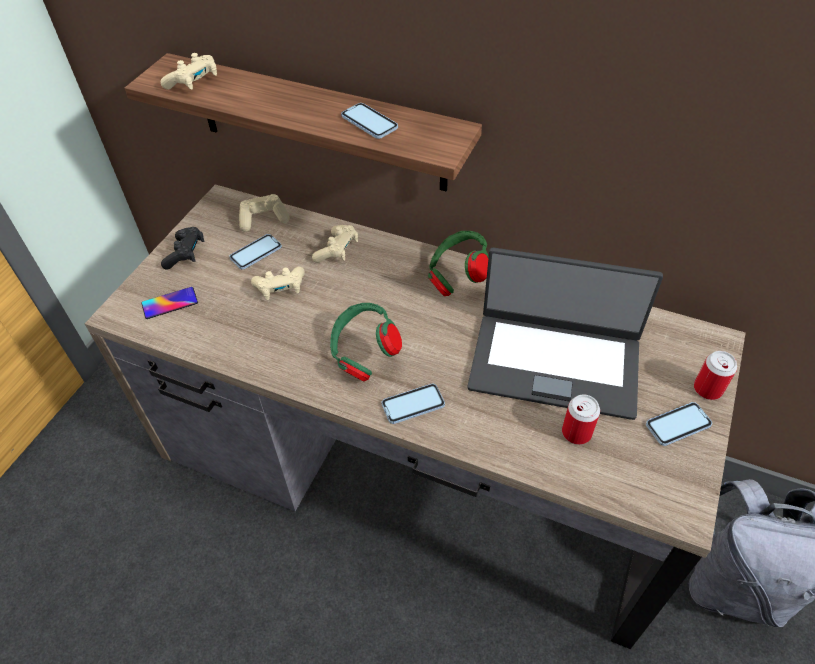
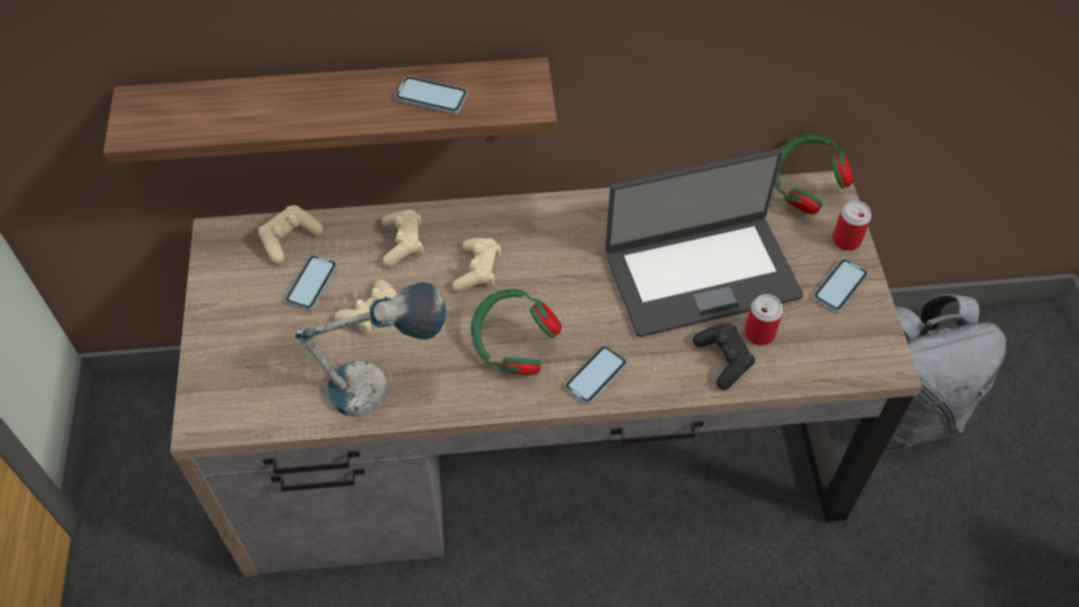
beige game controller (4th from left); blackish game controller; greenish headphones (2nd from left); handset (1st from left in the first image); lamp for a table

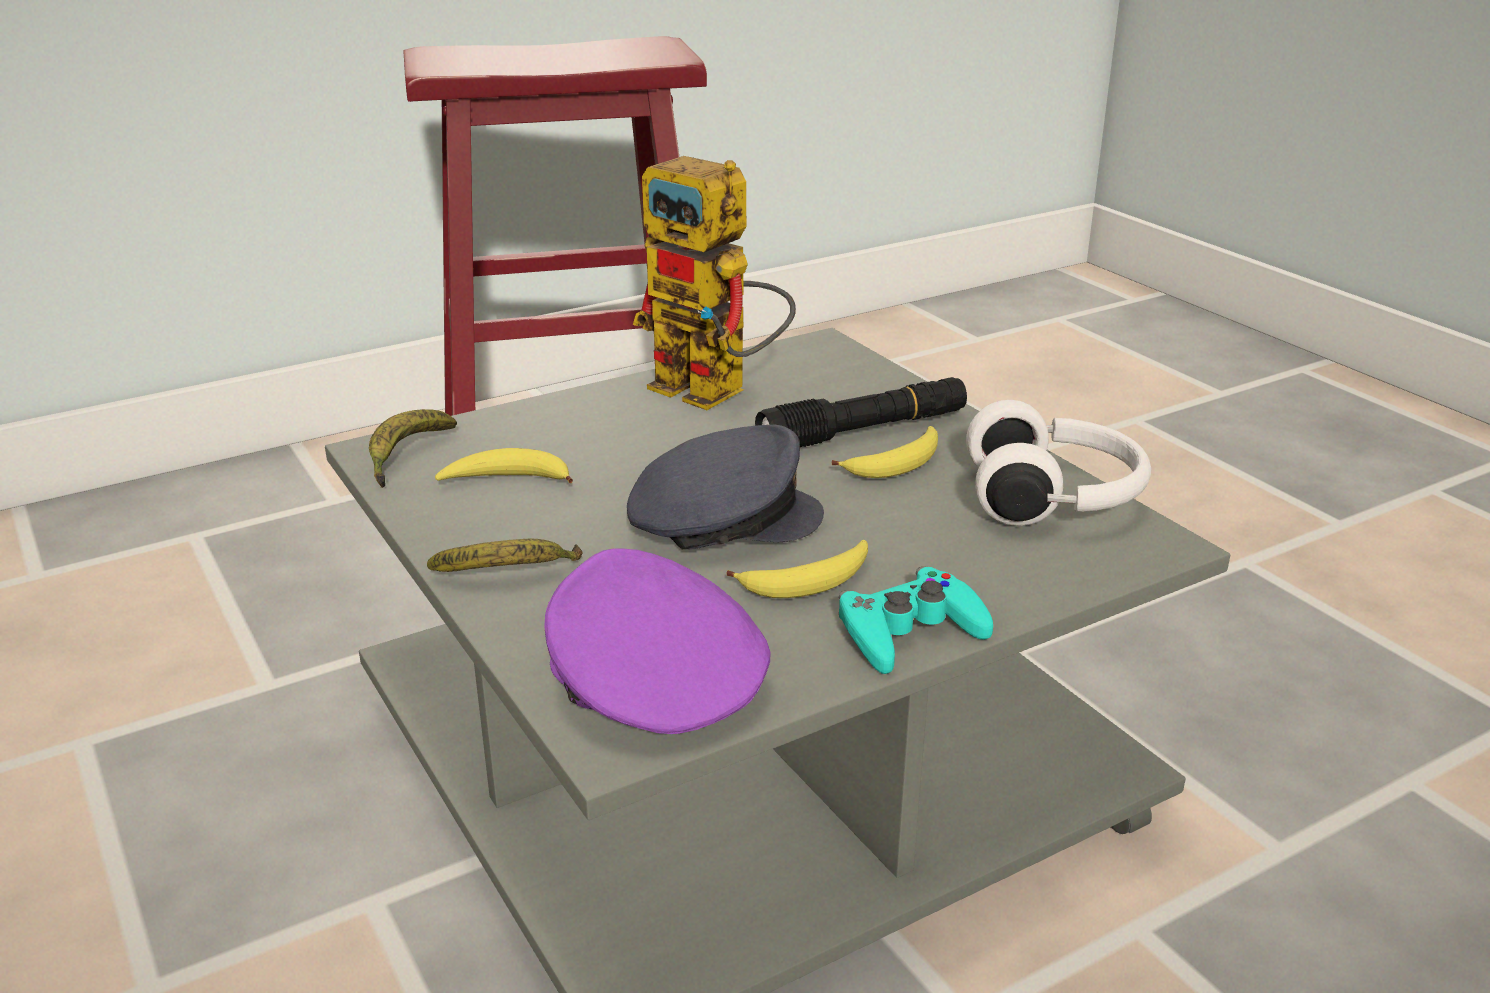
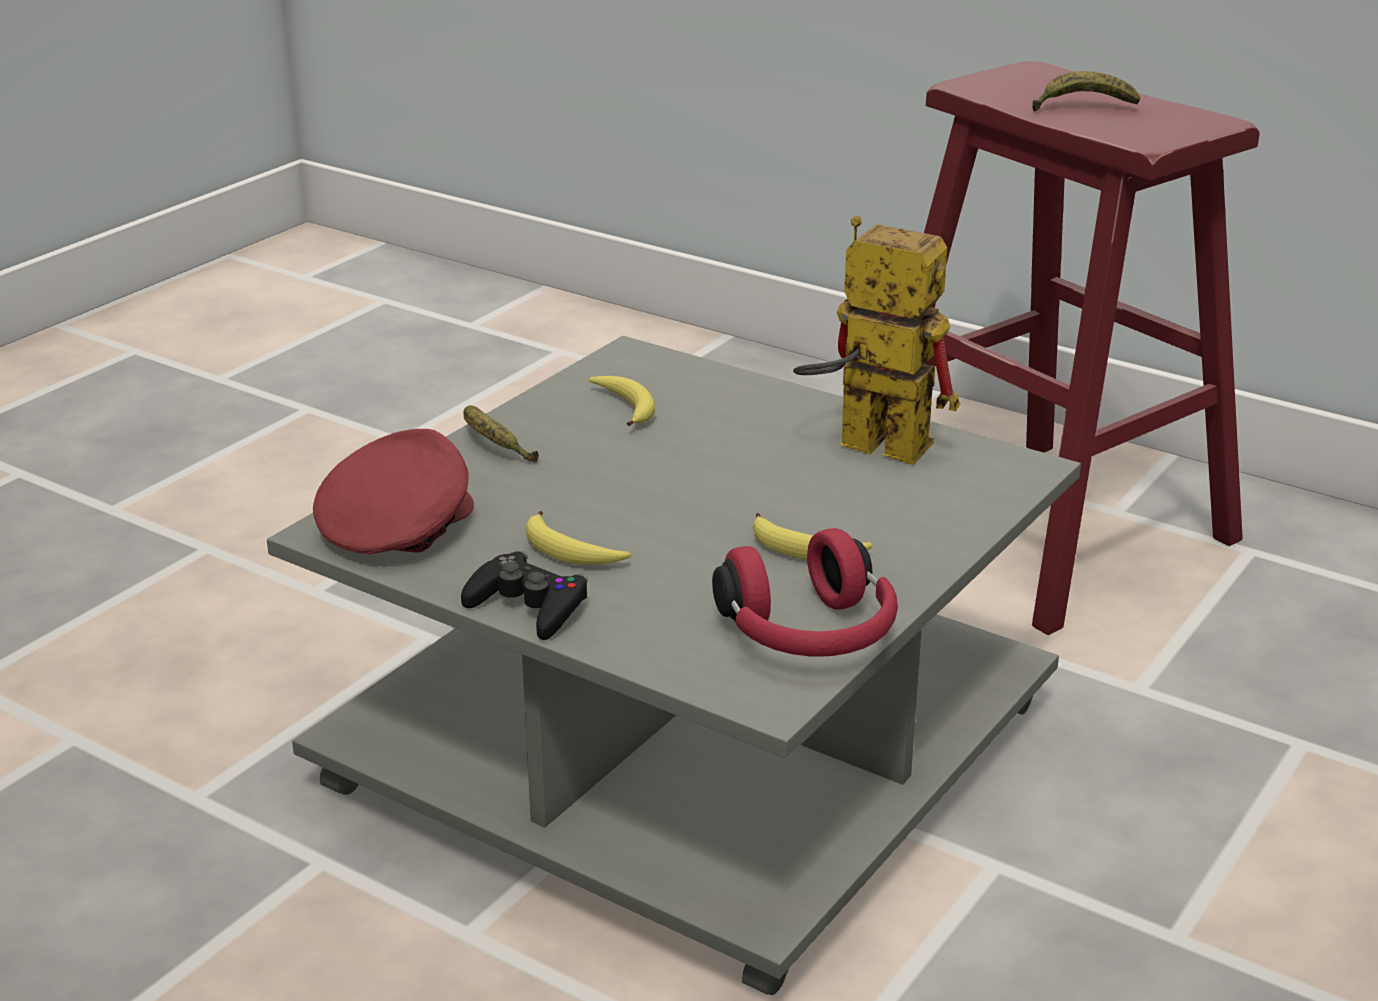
robot figure; blackish torch; reddish headphones; banana (5th from left); gray peaked cap; reddish peaked cap; blackish game controller

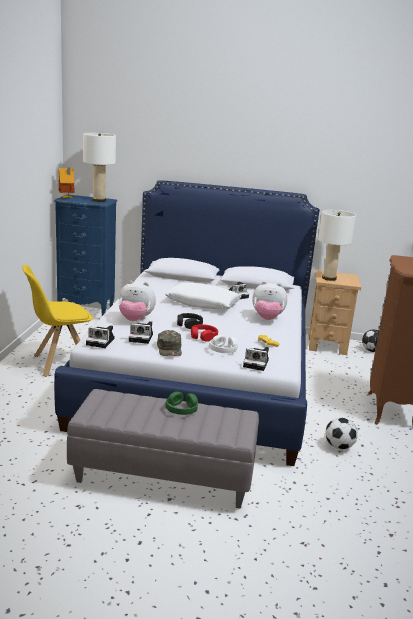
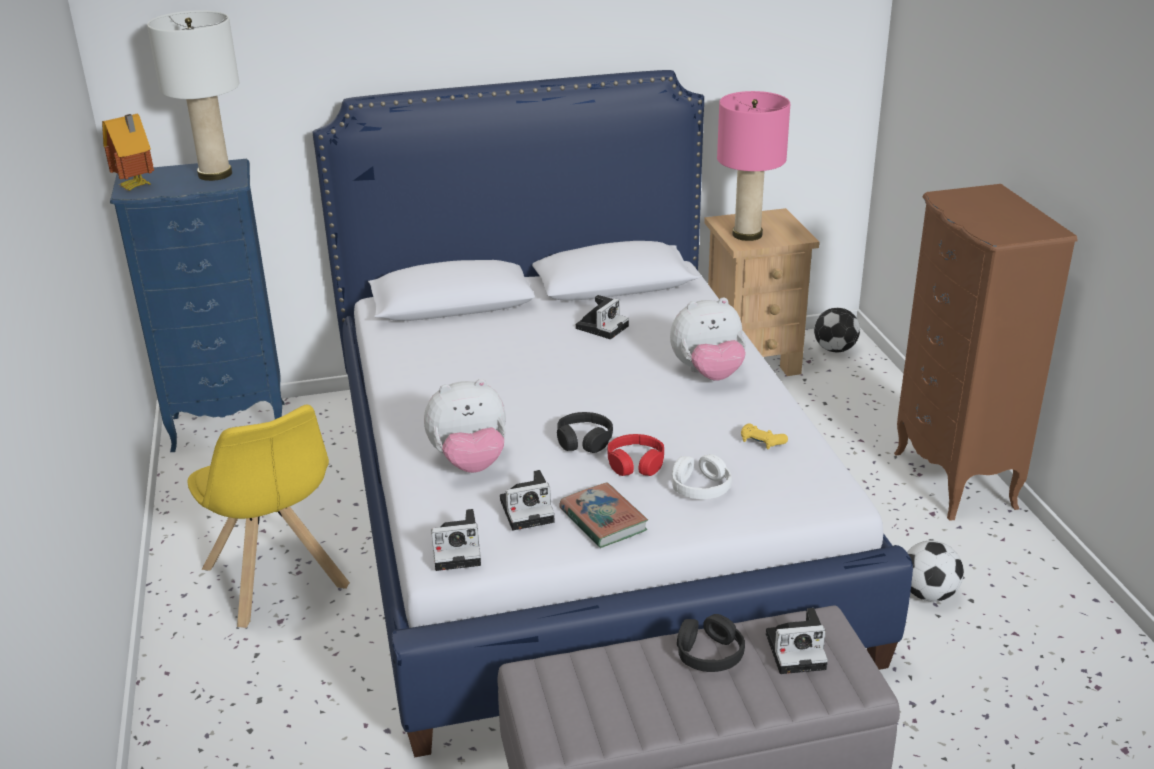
pinkish lamp for a table; yellow plain chair; whitish cushion; book; photo camera (4th from left); blackish headphones (2nd from left)

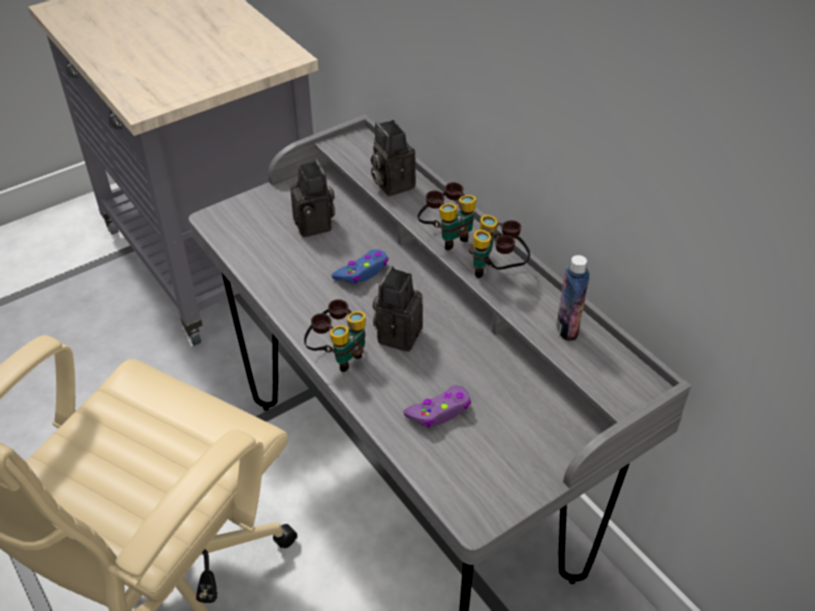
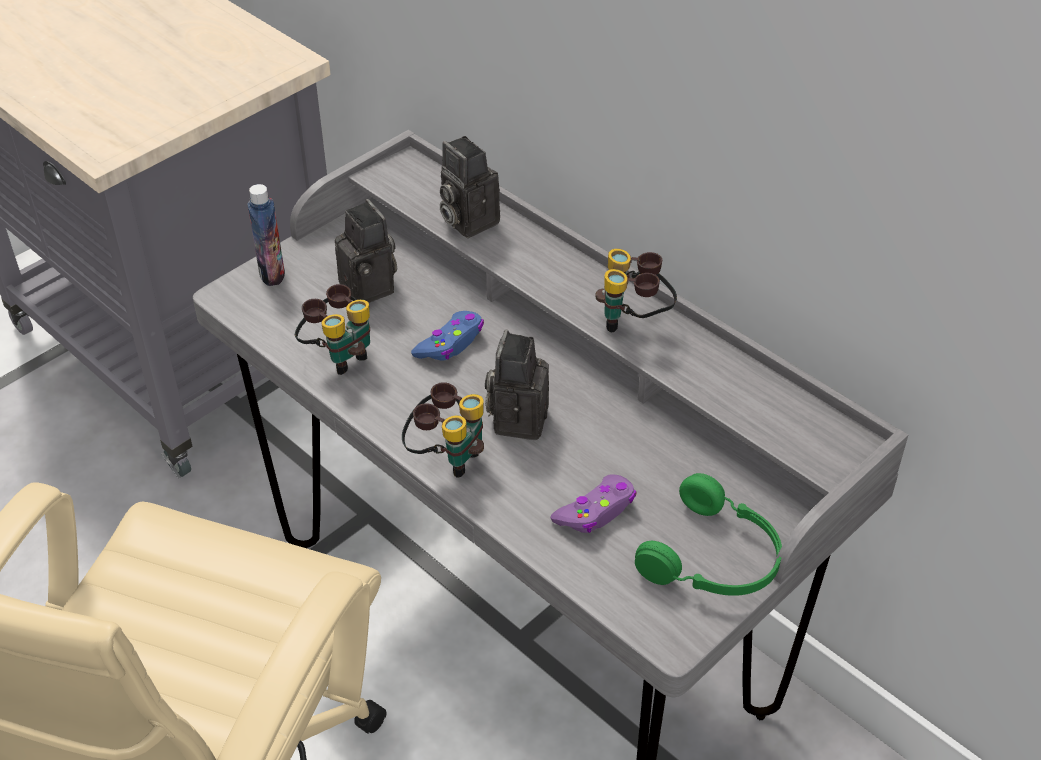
binoculars (1st from left); bottle; greenish headphones

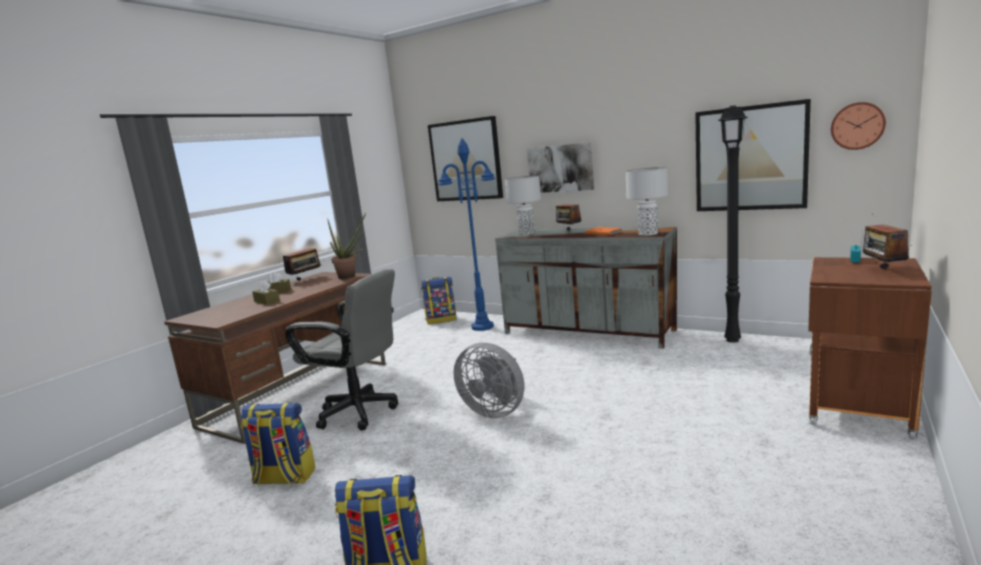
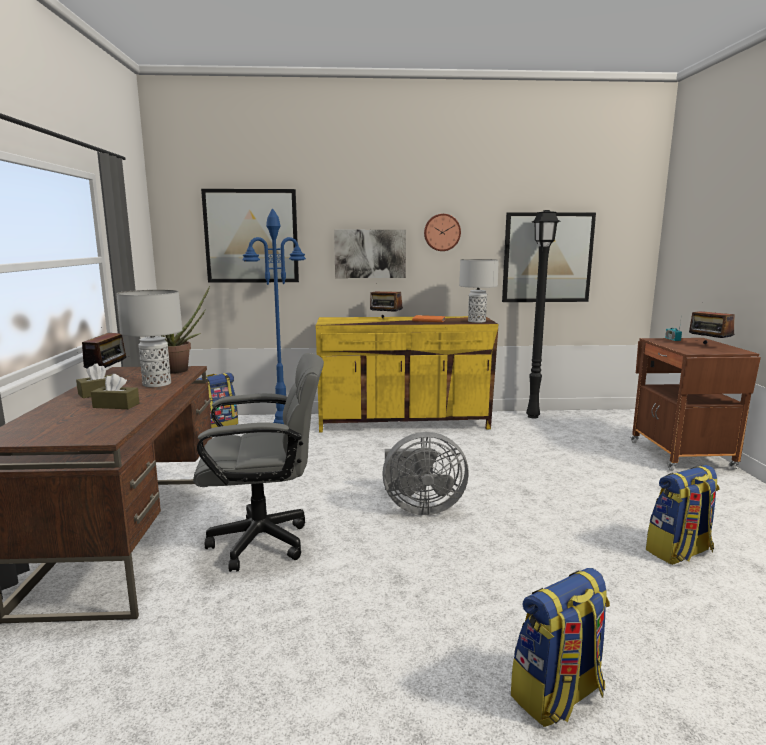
hanging clock; whitish lamp for a table (1st from left); yellow storage cabinet; backpack (3rd from left)

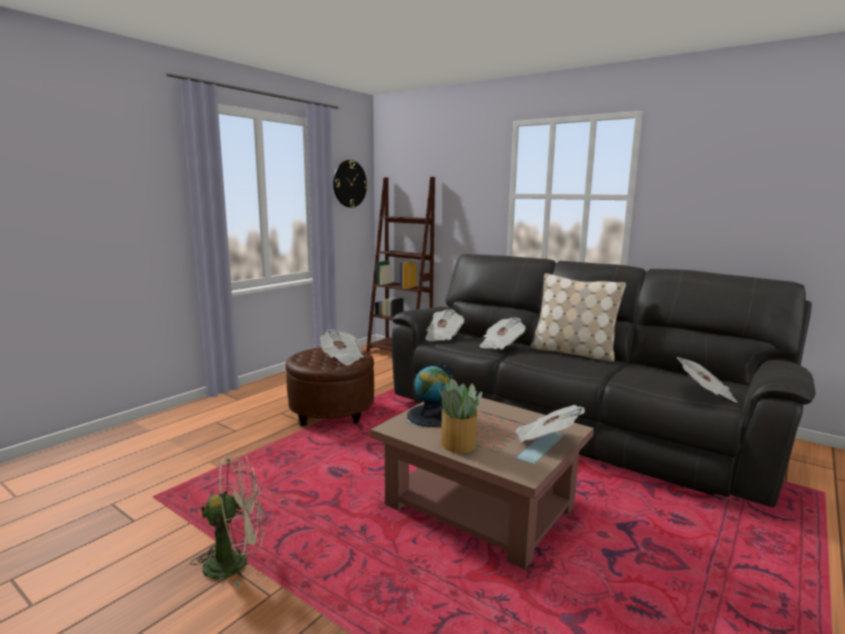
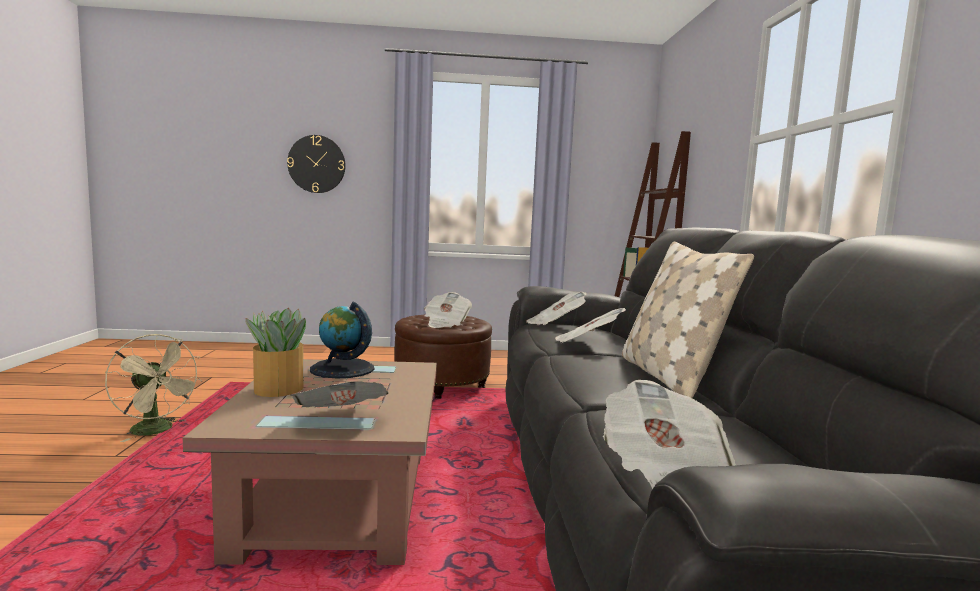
hanging clock

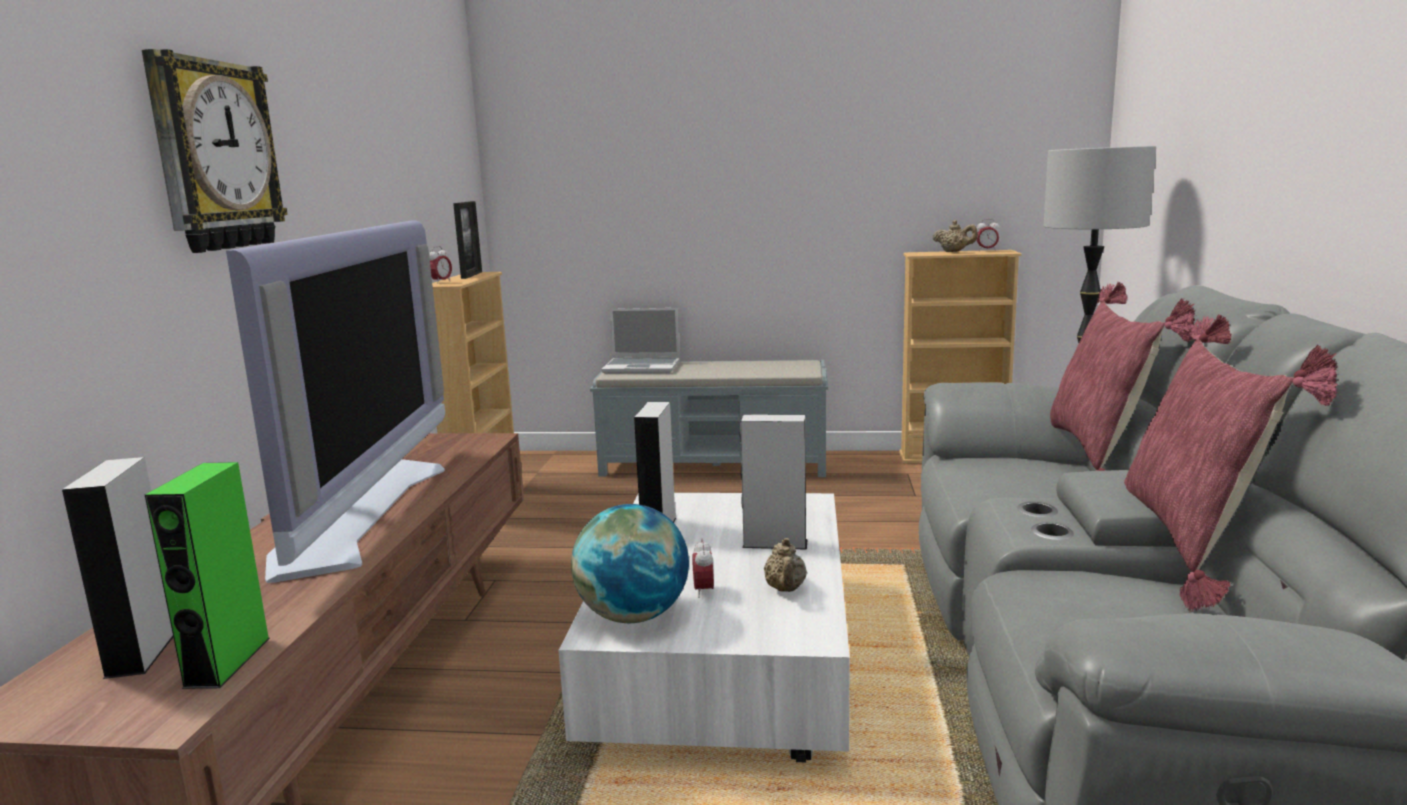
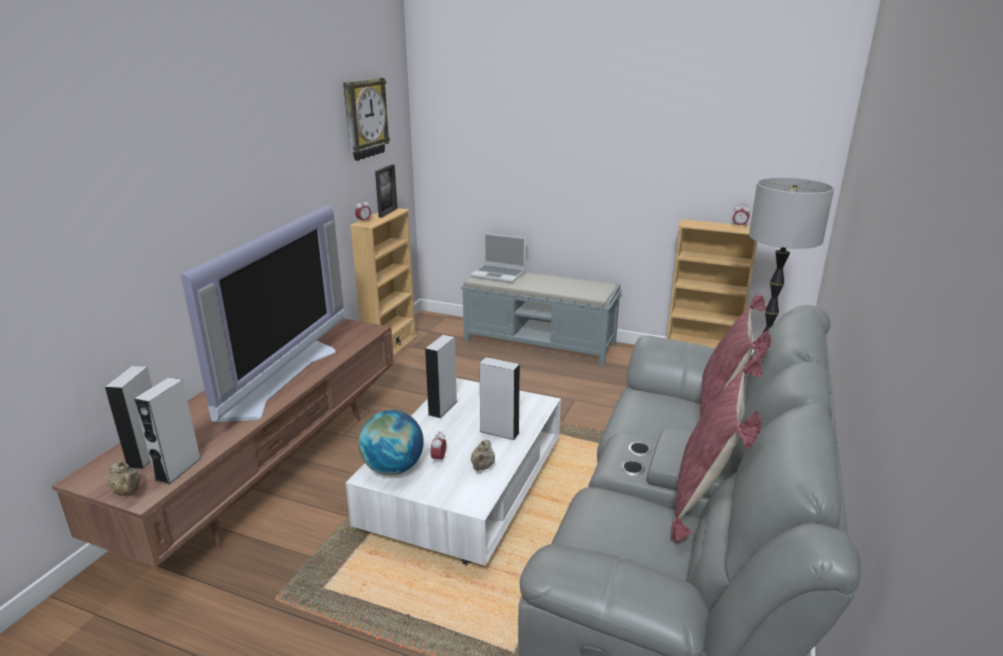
hanging clock; beige teapot (1st from left); gray loudspeaker (2nd from left)

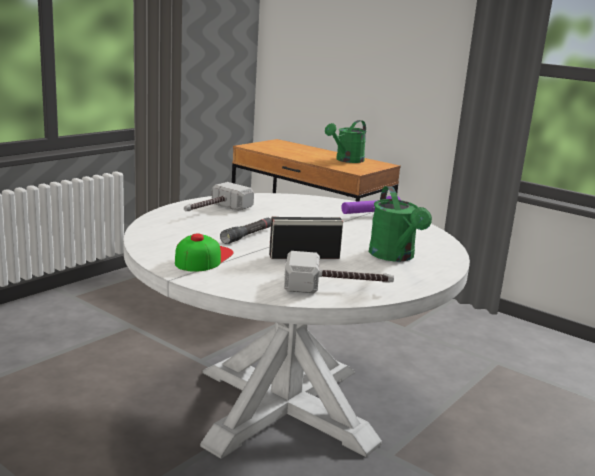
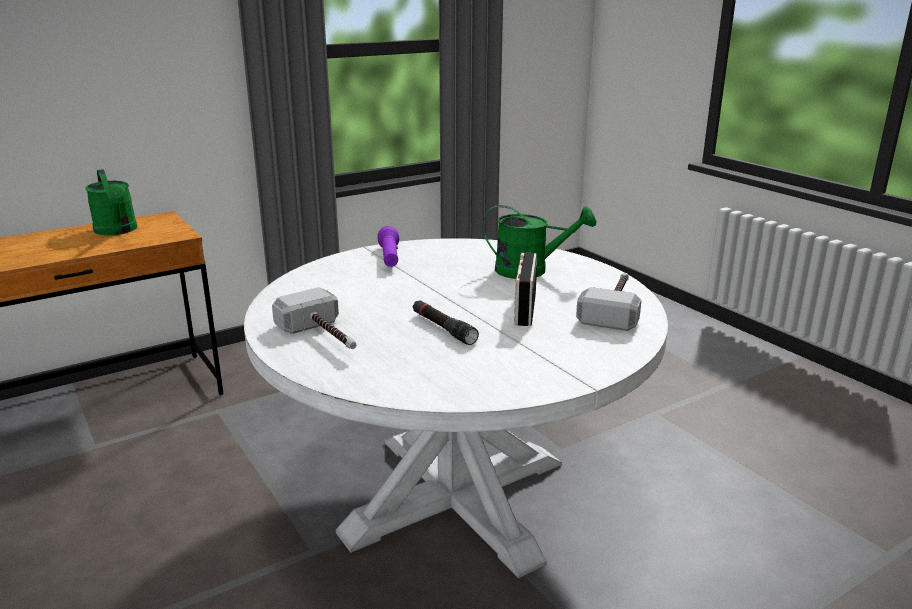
peaked cap

